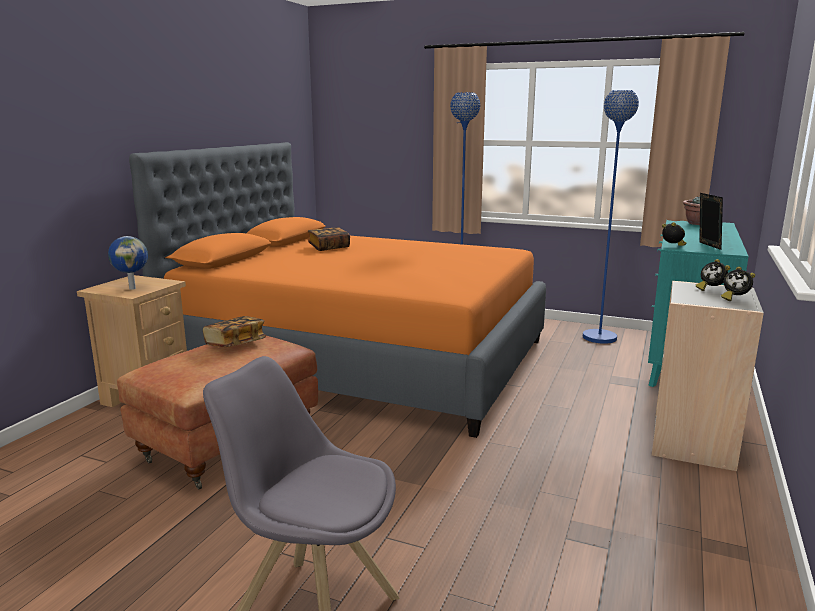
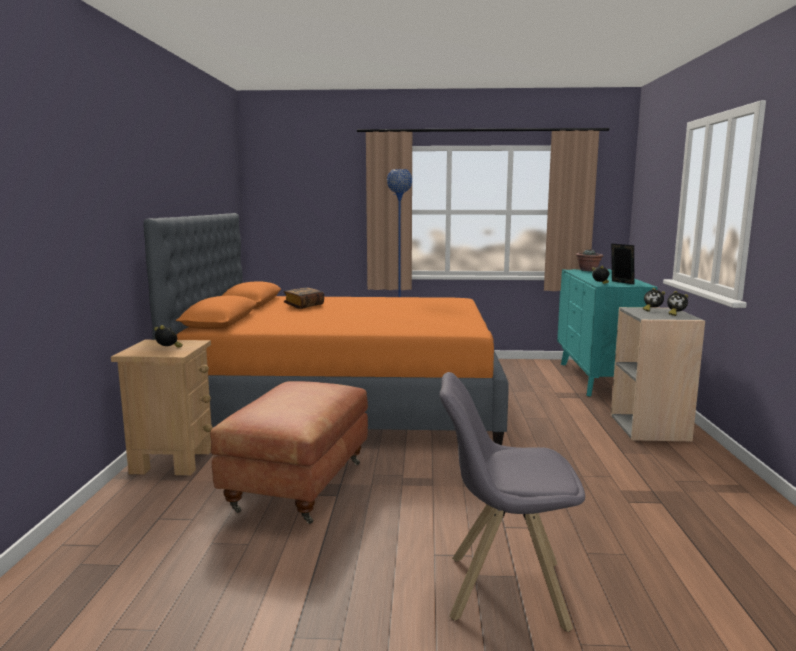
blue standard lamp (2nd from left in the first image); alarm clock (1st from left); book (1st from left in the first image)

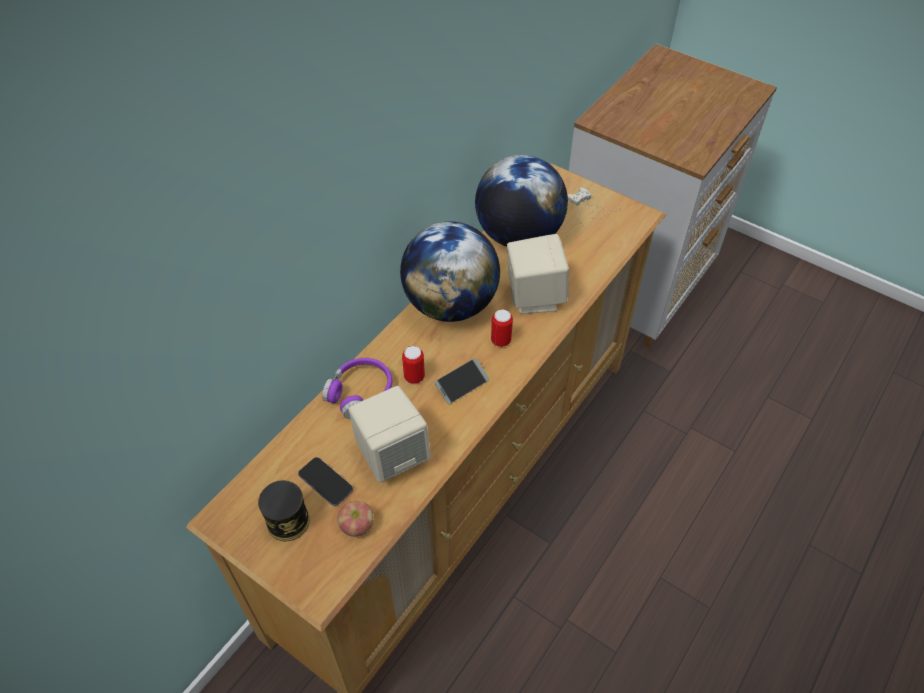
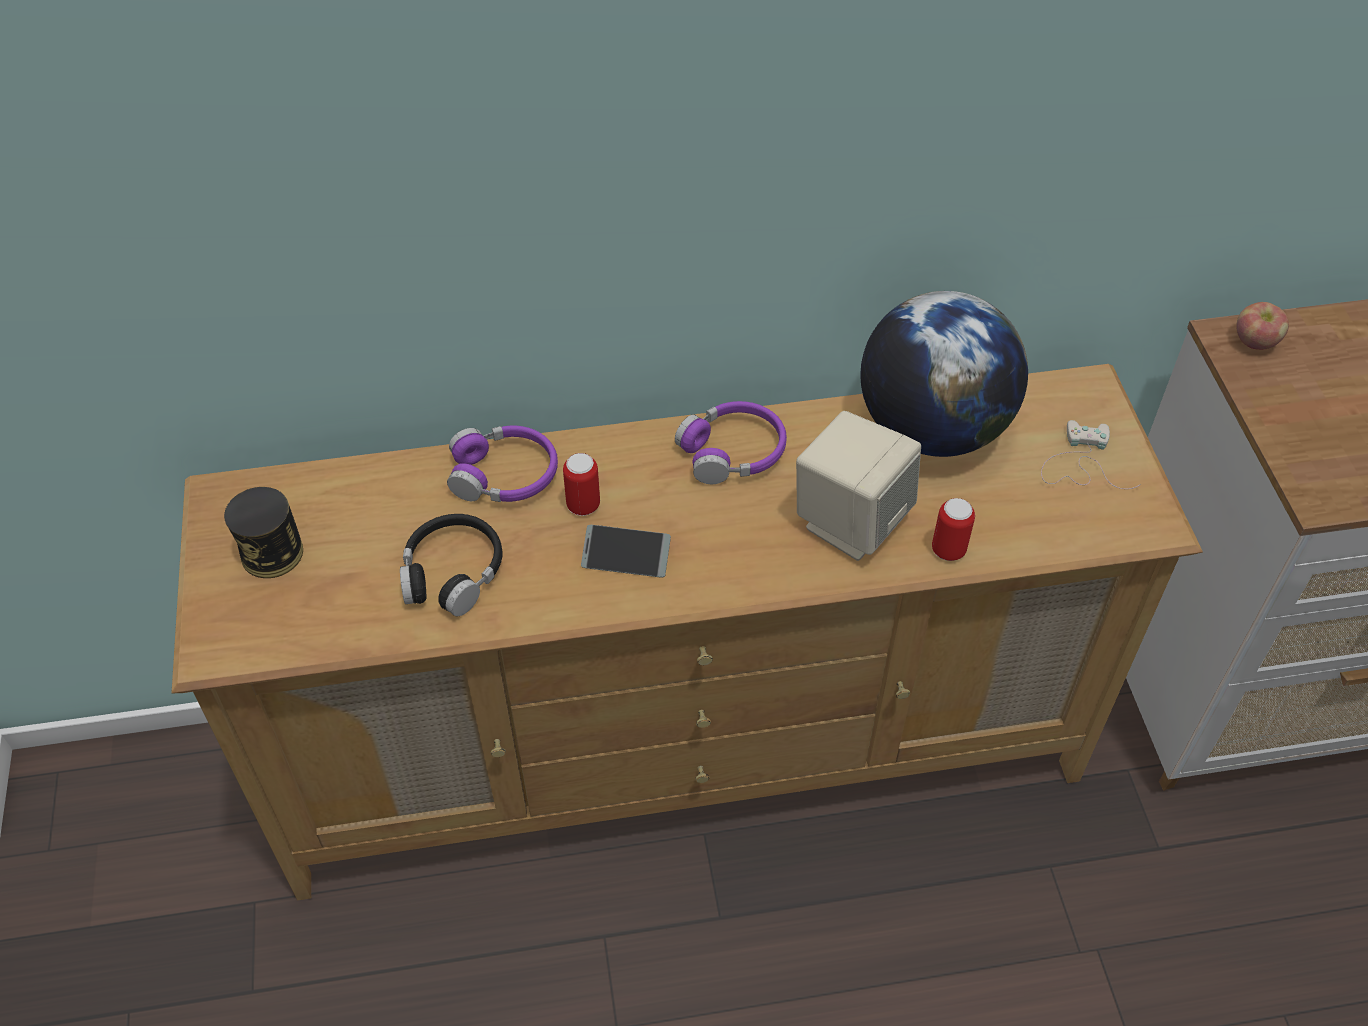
purplish headphones (2nd from left); can (3rd from left); blackish headphones; handset (1st from left in the first image); apple fruit

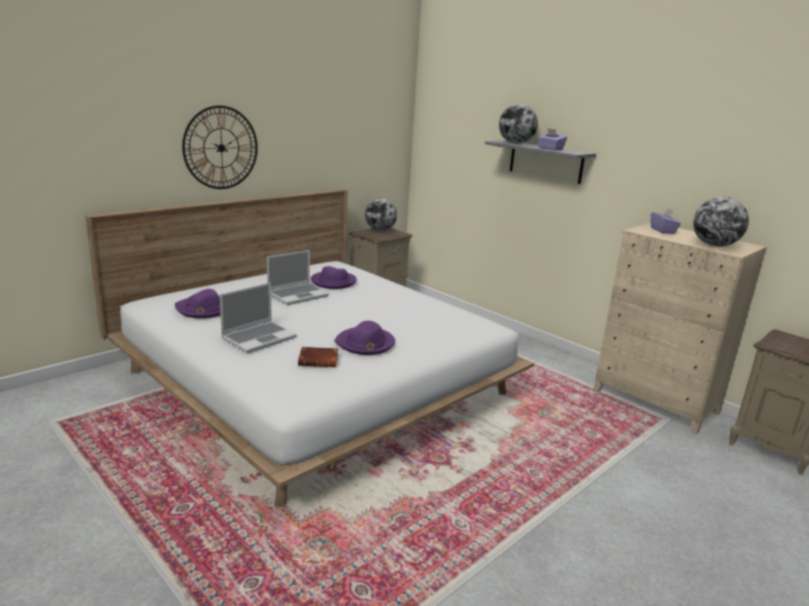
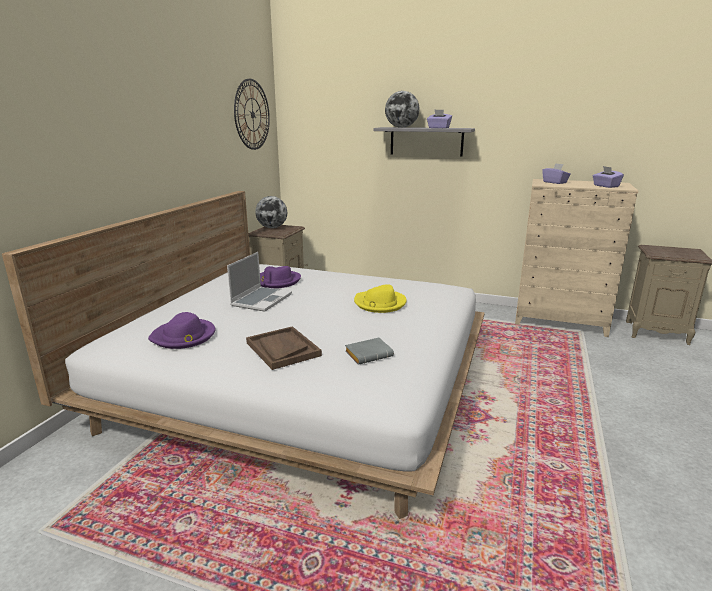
hanging clock; purplish tissue box (3rd from left); brown-coloured serving tray; purplish hat (3rd from left in the first image); gray book; yellow hat

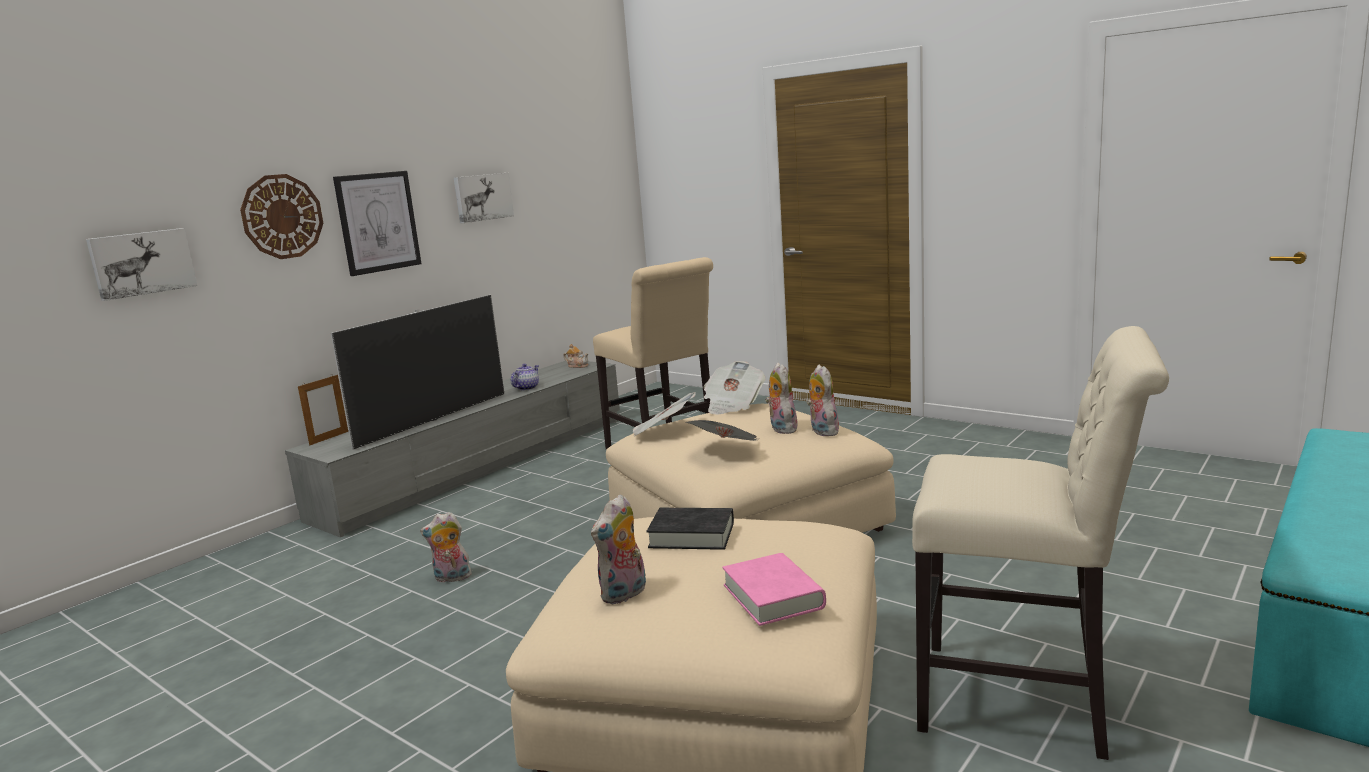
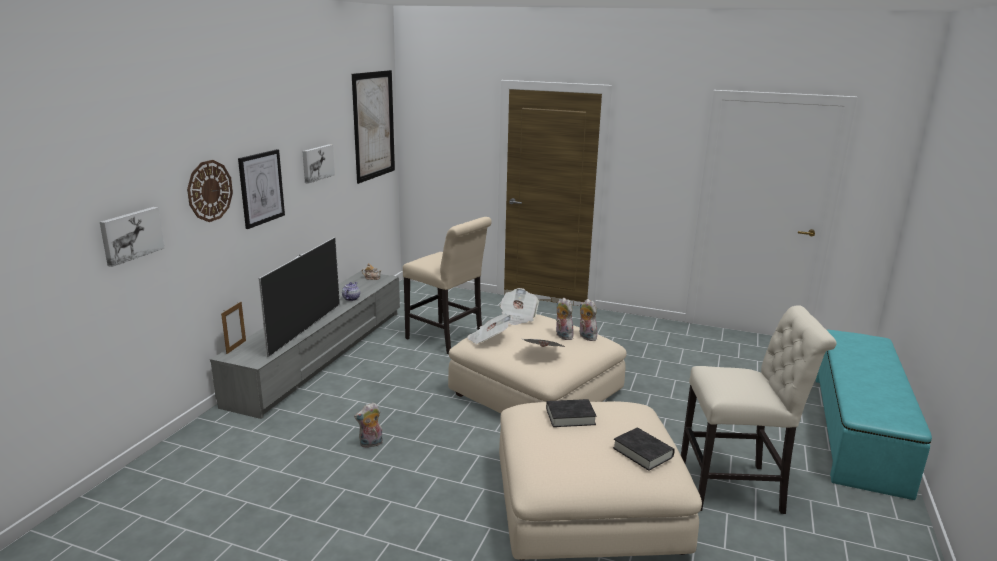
soft toy (2nd from left in the first image); blackish book (2nd from left); wall picture (4th from left)

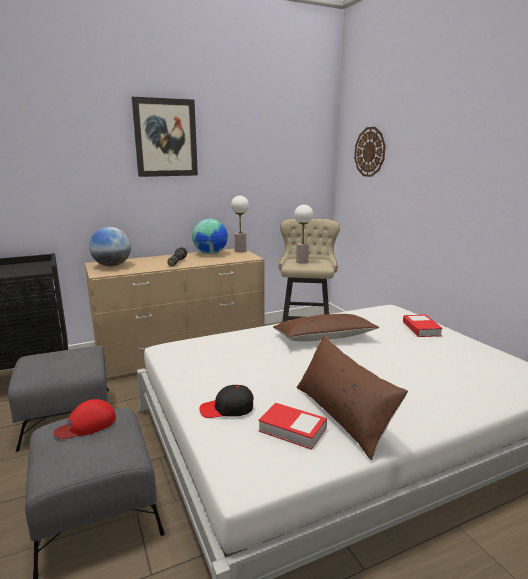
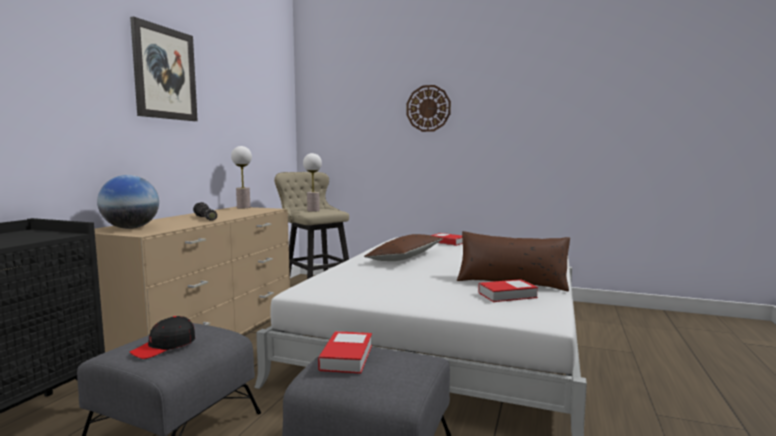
hanging clock; globe (2nd from left in the first image); blackish peaked cap; book (1st from left)

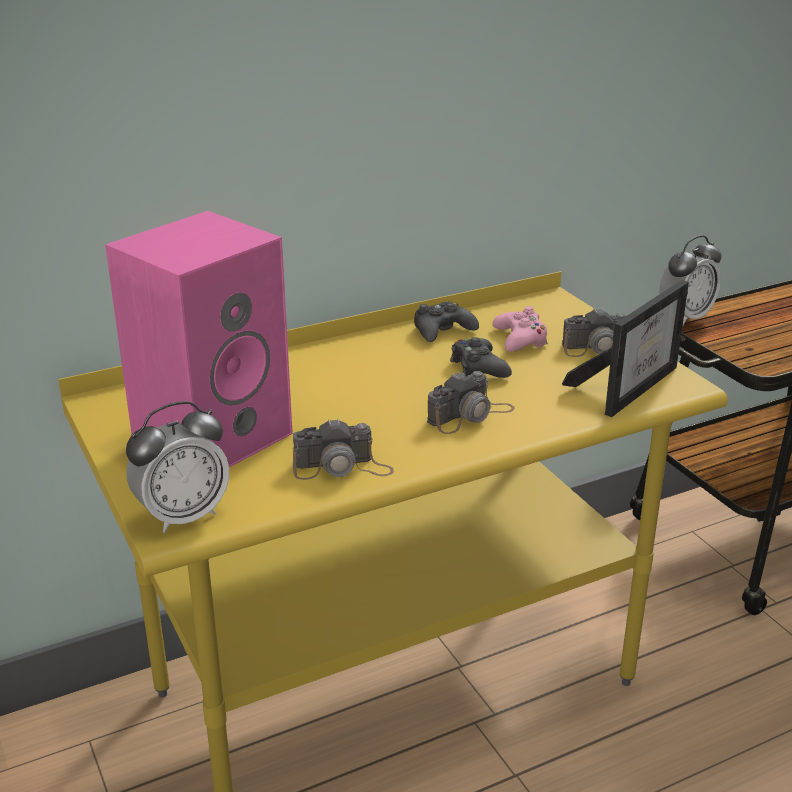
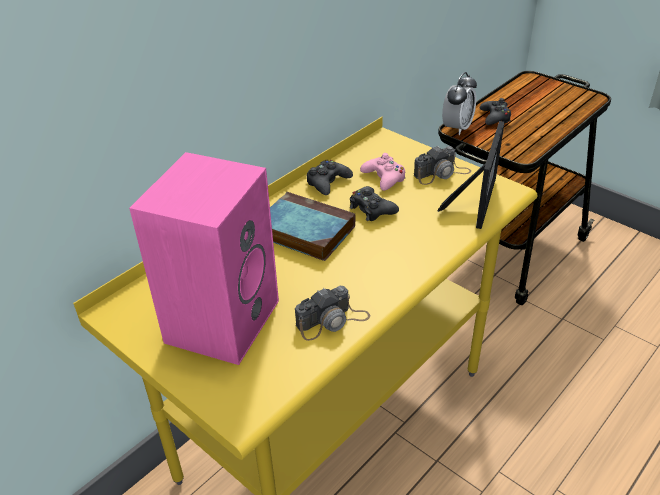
photo camera (2nd from left in the first image); alarm clock (1st from left in the first image); blackish game controller (3rd from left); book

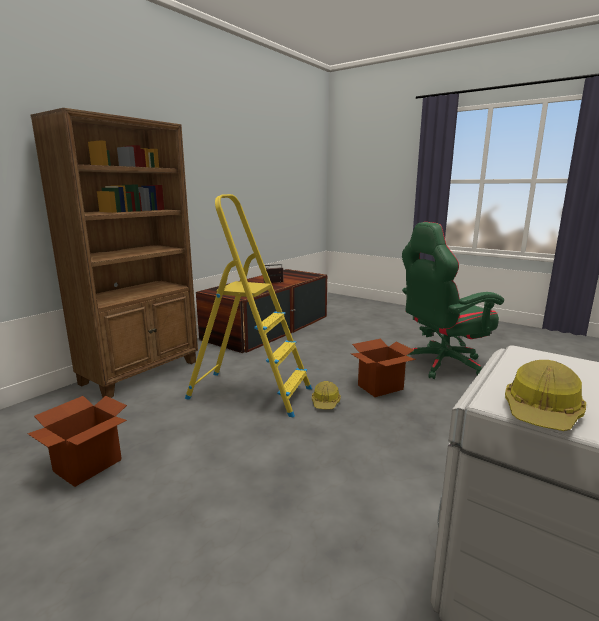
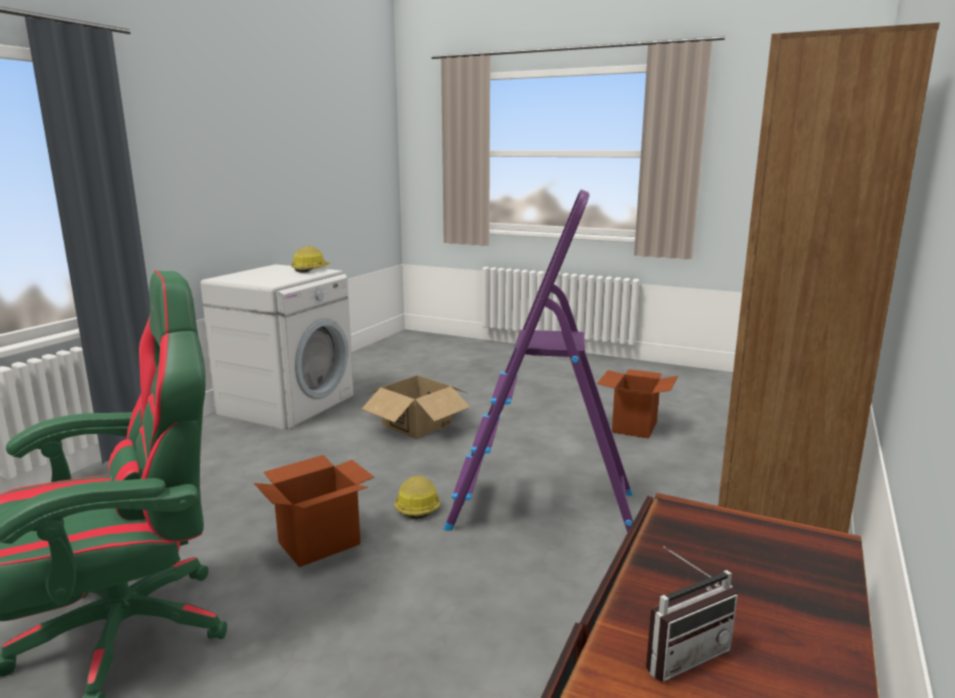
purplish stepladder; packing box (2nd from left)

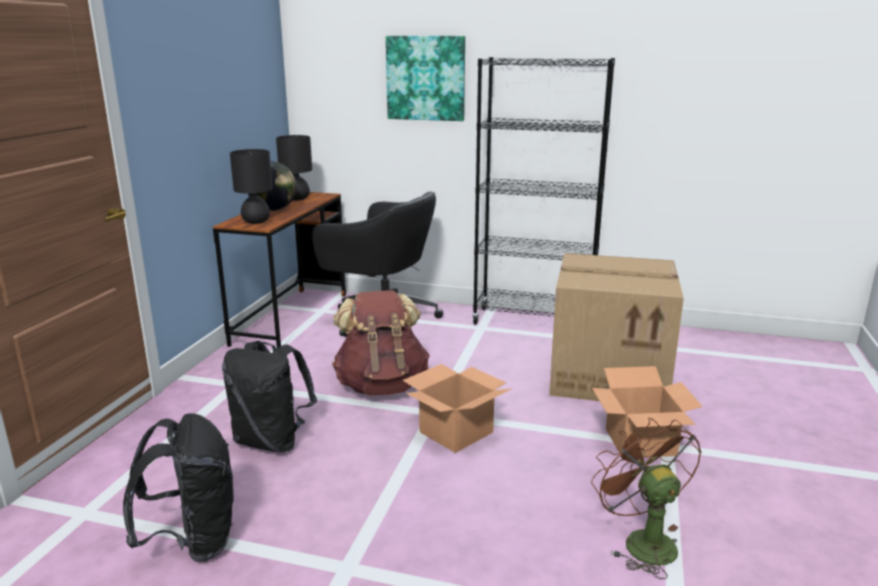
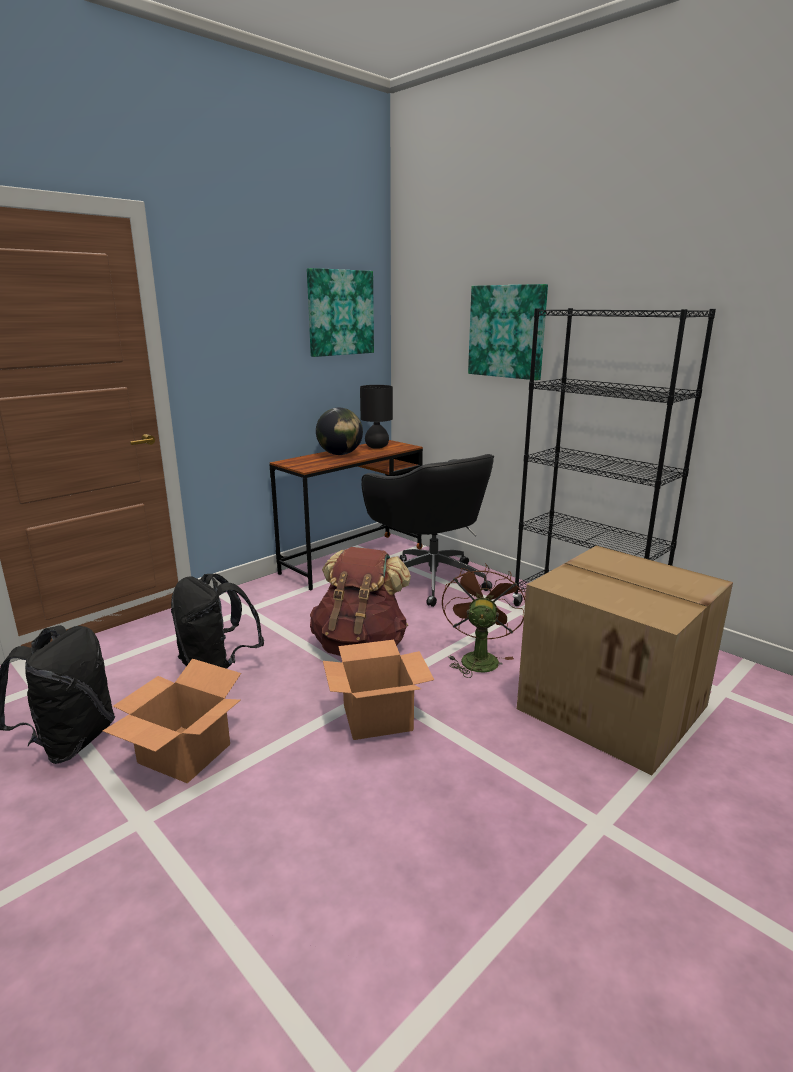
blackish lamp for a table (1st from left in the first image); packing box (1st from left); brown-coloured fan; wall picture (1st from left)

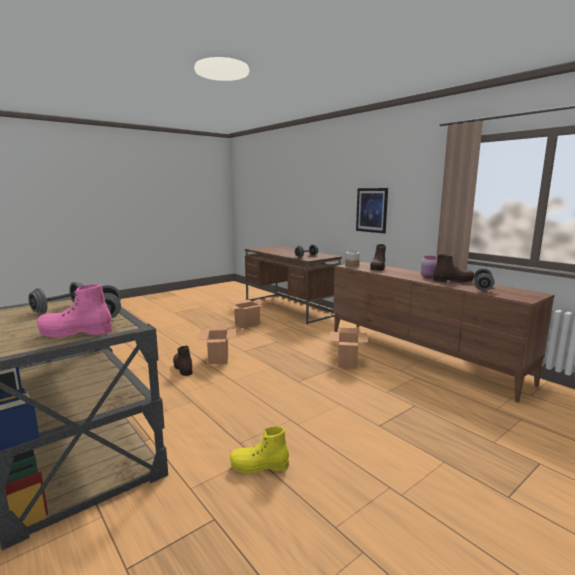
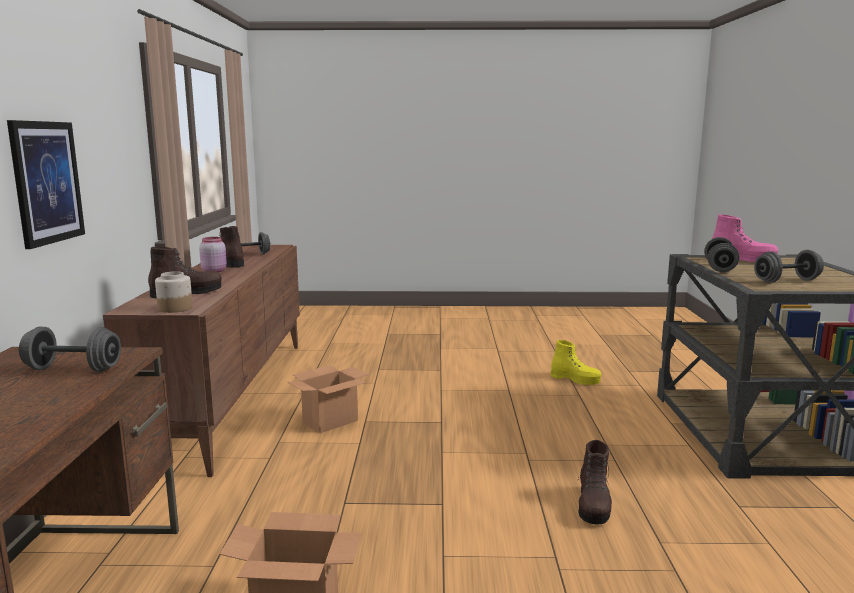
packing box (1st from left in the first image)

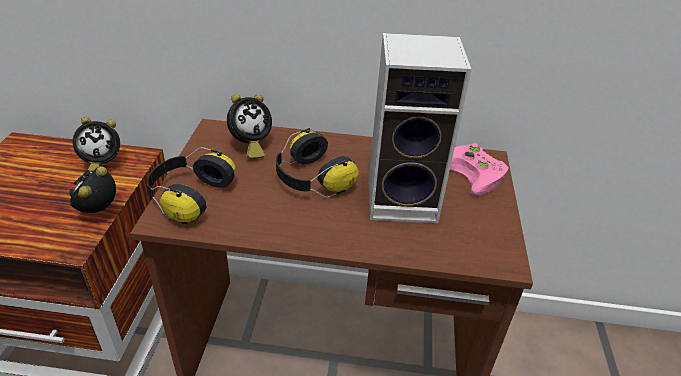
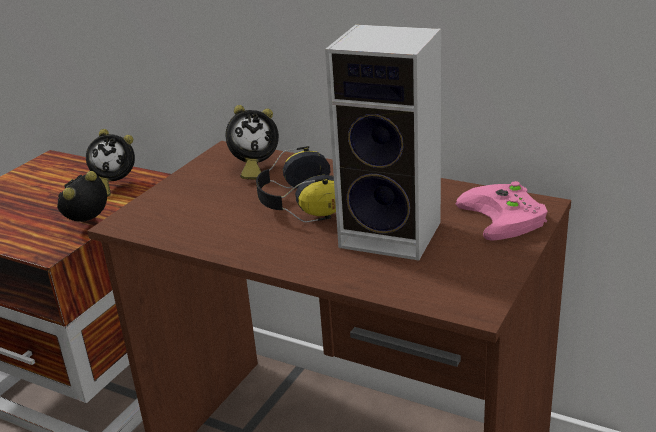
headphones (1st from left in the first image)

